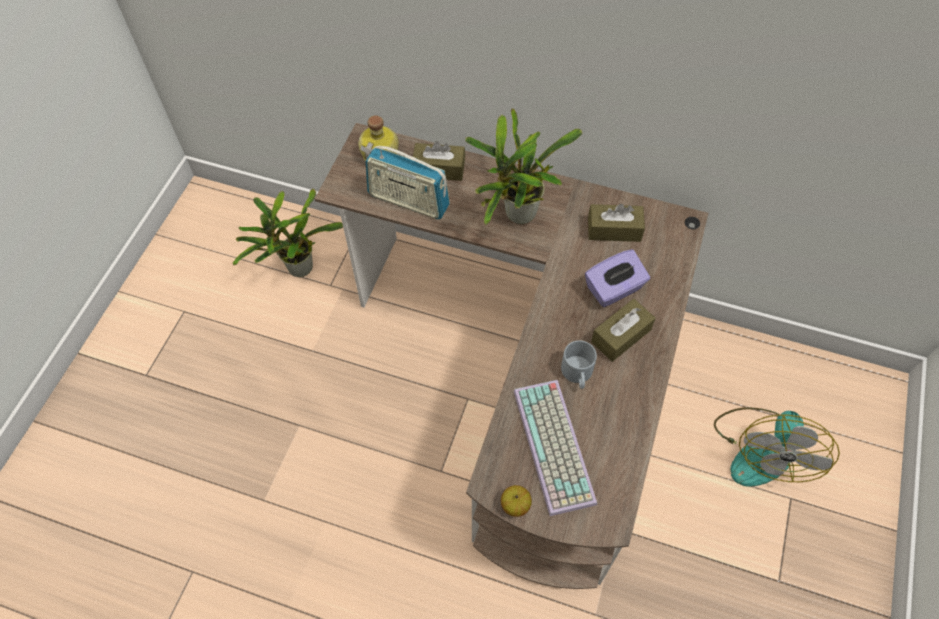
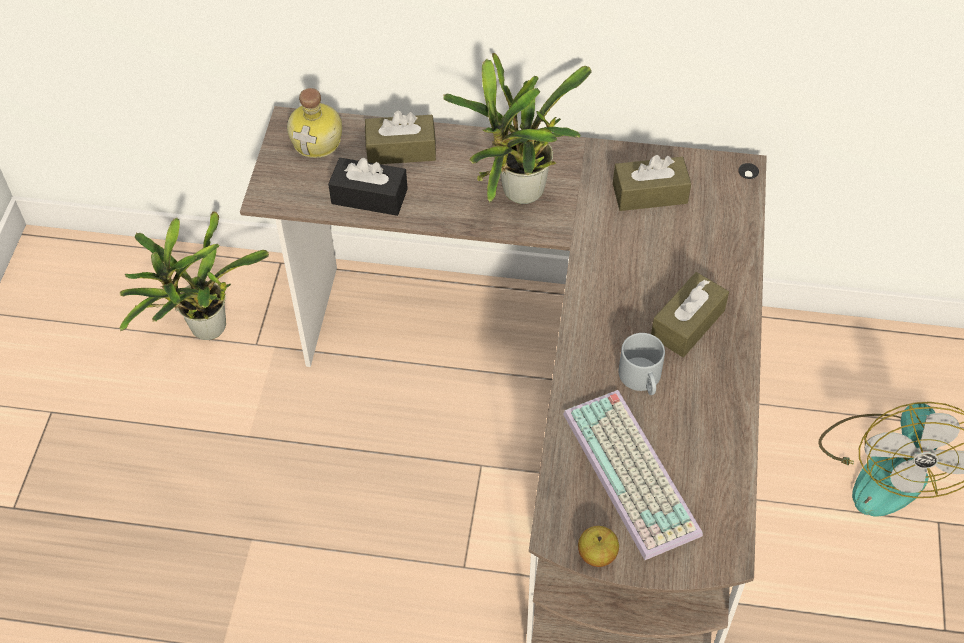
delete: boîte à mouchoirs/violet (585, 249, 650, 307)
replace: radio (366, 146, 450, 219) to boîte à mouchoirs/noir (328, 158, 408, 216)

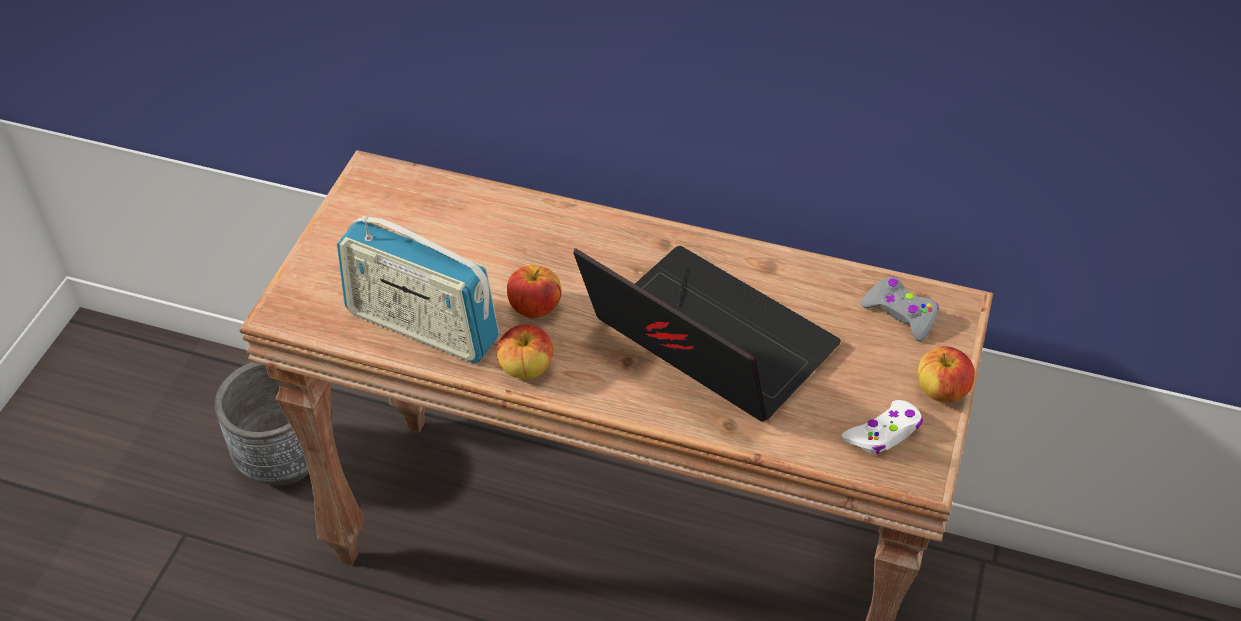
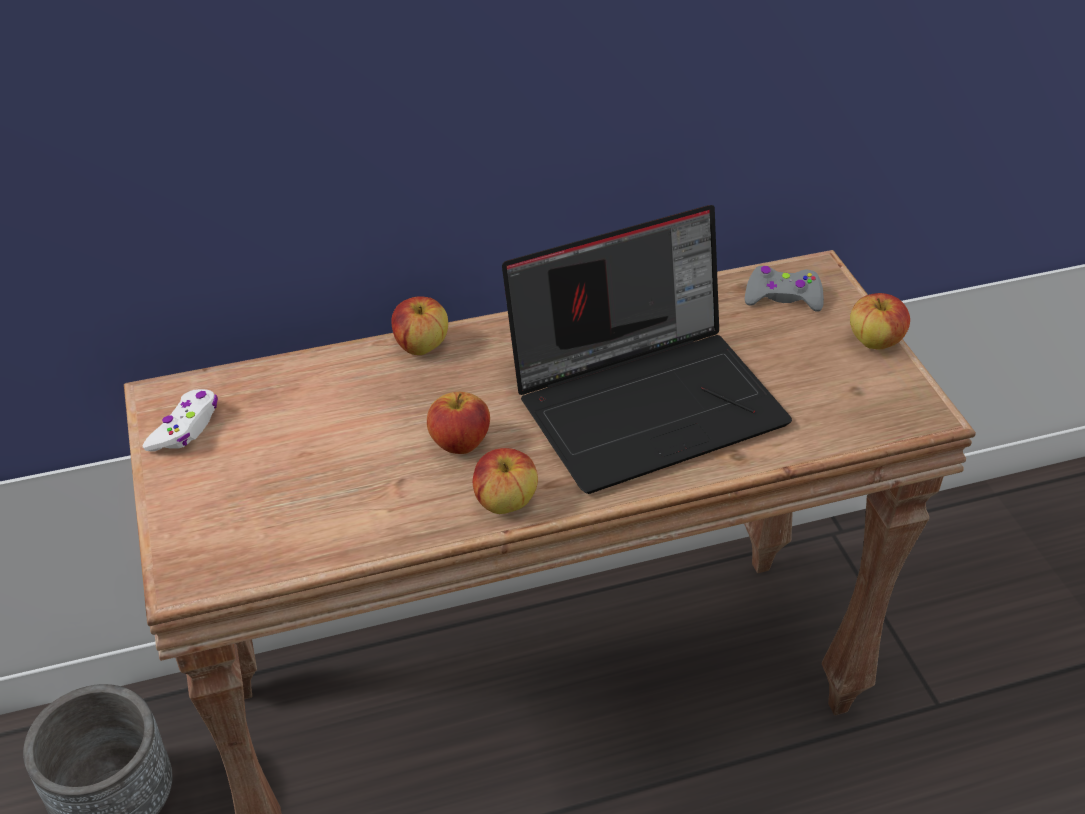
delete: radio (337, 216, 499, 363)
insert: pomme (391, 296, 448, 355)
move: manette/blanc (842, 400, 923, 454) to (143, 389, 218, 451)
rotate: ordinateur portable (573, 246, 841, 422) = (502, 205, 792, 494) 150 degrees clockwise

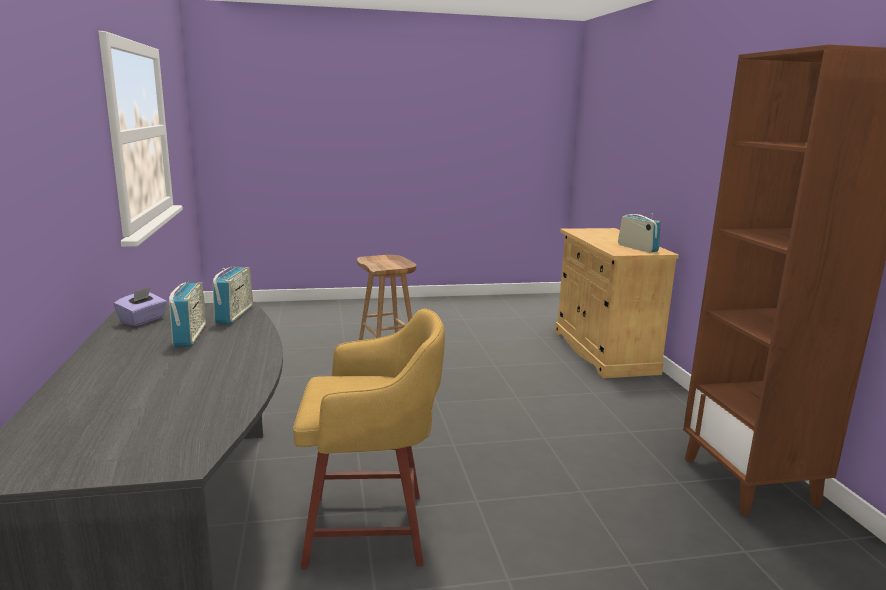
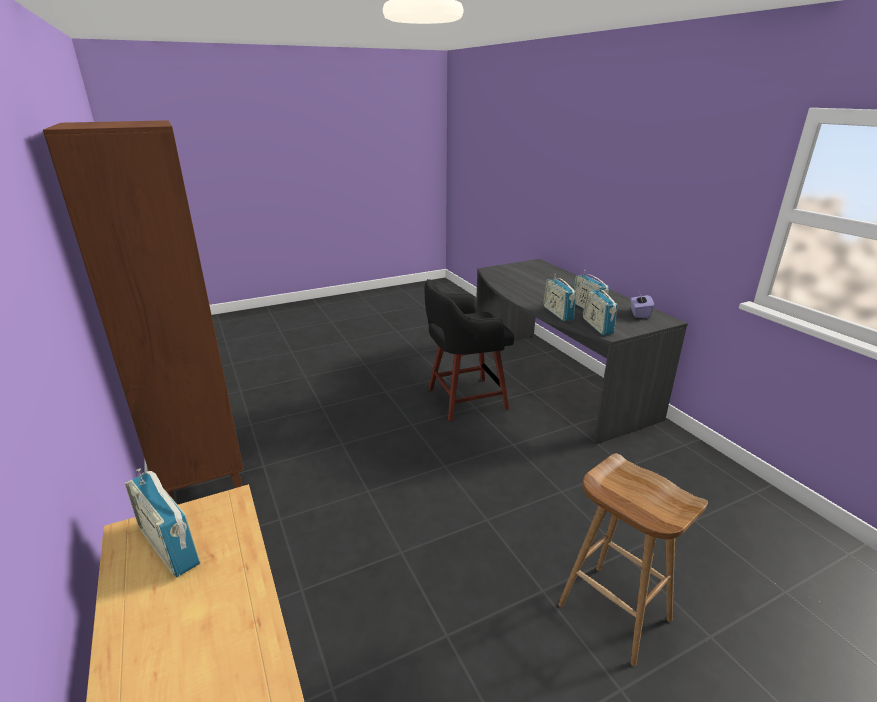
insert: radio (543, 274, 576, 321)
recolor: tabouret/jaune (293, 308, 445, 569) to tabouret/noir (425, 279, 514, 421)

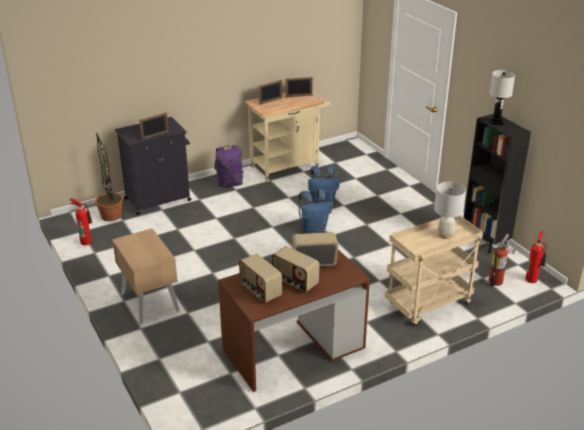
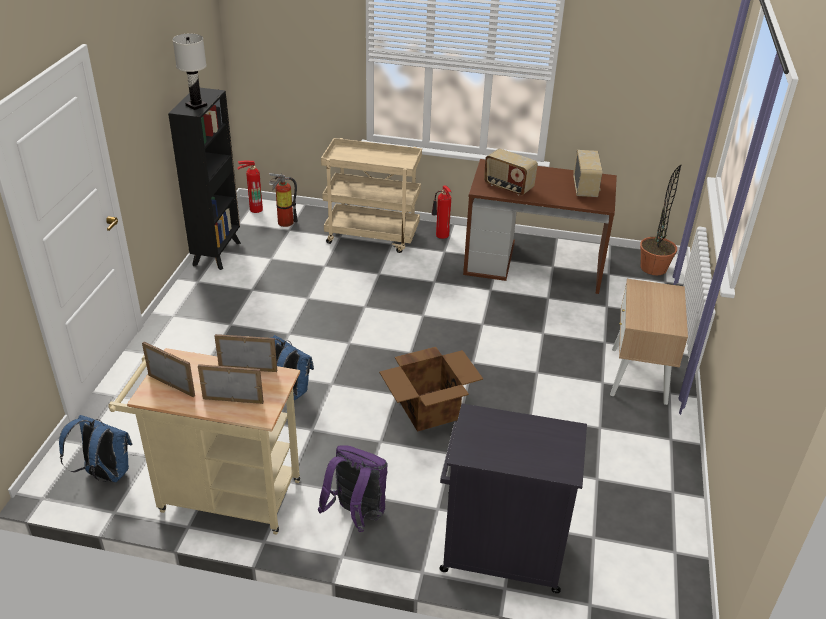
delete: lampe de table/blanc (434, 182, 466, 239); radio (272, 246, 320, 293)
insert: carton (379, 347, 483, 432)
move: cadre photo (139, 112, 169, 140) to (215, 334, 277, 372); plante en pot (95, 132, 123, 221) to (640, 164, 682, 275); sac à dos/bleu (298, 188, 333, 233) to (59, 415, 132, 482); extincteur (70, 198, 92, 245) to (432, 185, 452, 239)

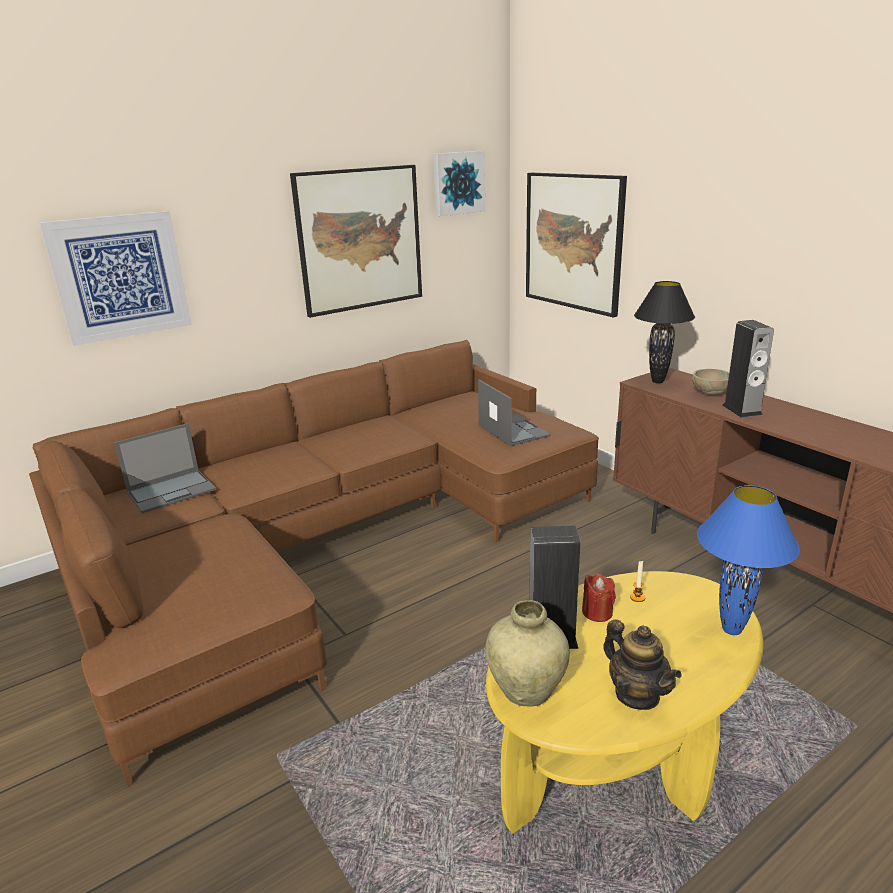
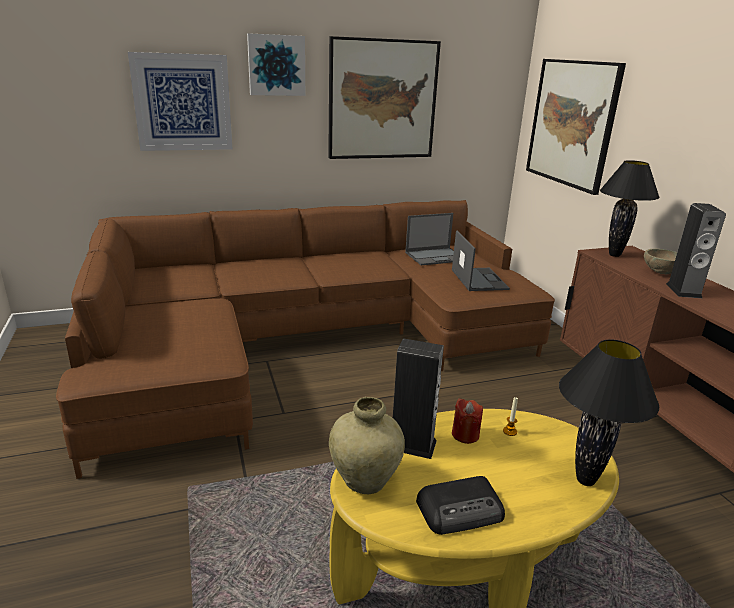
move: tableau (433, 151, 485, 216) to (247, 33, 305, 96); ordinateur portable (114, 423, 216, 513) to (405, 213, 454, 266)
replace: théière (603, 619, 682, 710) to radio (416, 476, 505, 535)
recolor: lampe de table/bleu (697, 485, 800, 635) to lampe de table/noir (559, 339, 659, 486)

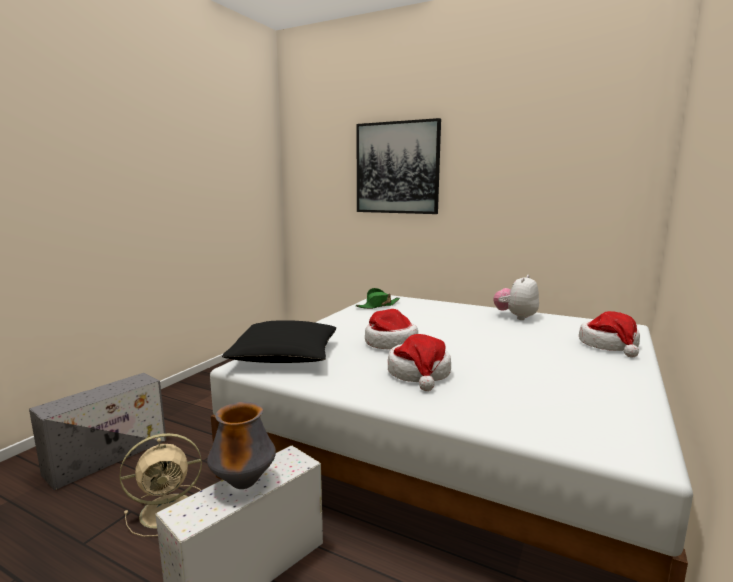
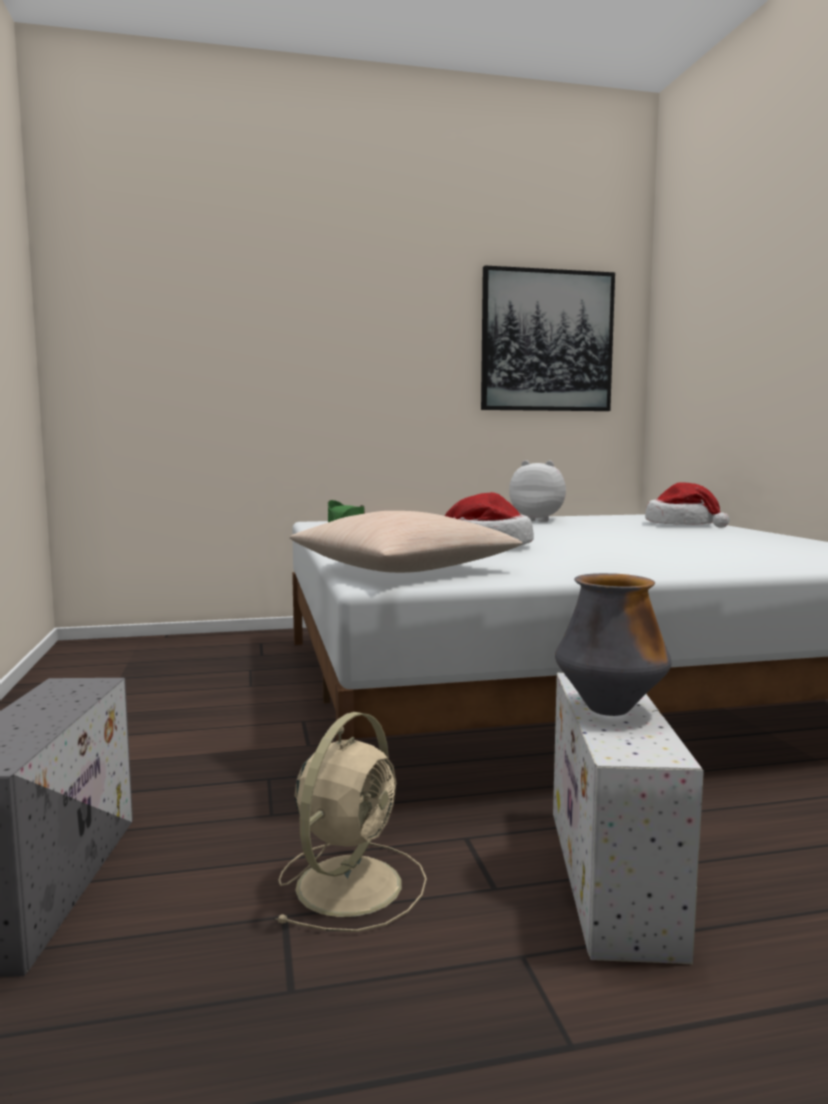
delete: chapeau (388, 334, 451, 391)
move: tableau (356, 118, 441, 214) to (481, 266, 615, 411)
recolor: coussin/noir (222, 320, 337, 363) to coussin/beige (290, 511, 523, 573)
rotate: peluche (494, 275, 539, 320) = (509, 460, 566, 522) 120 degrees clockwise

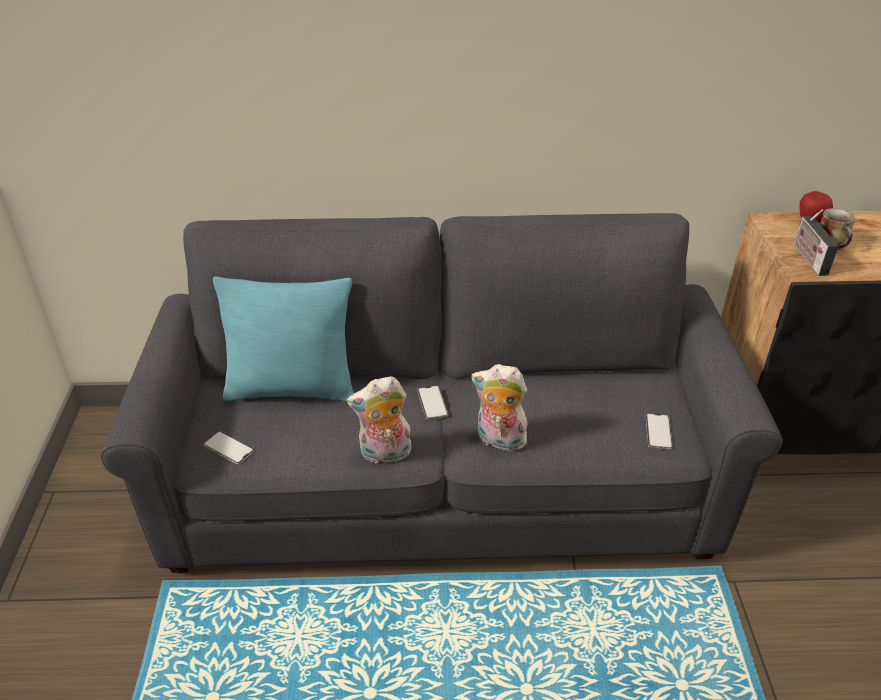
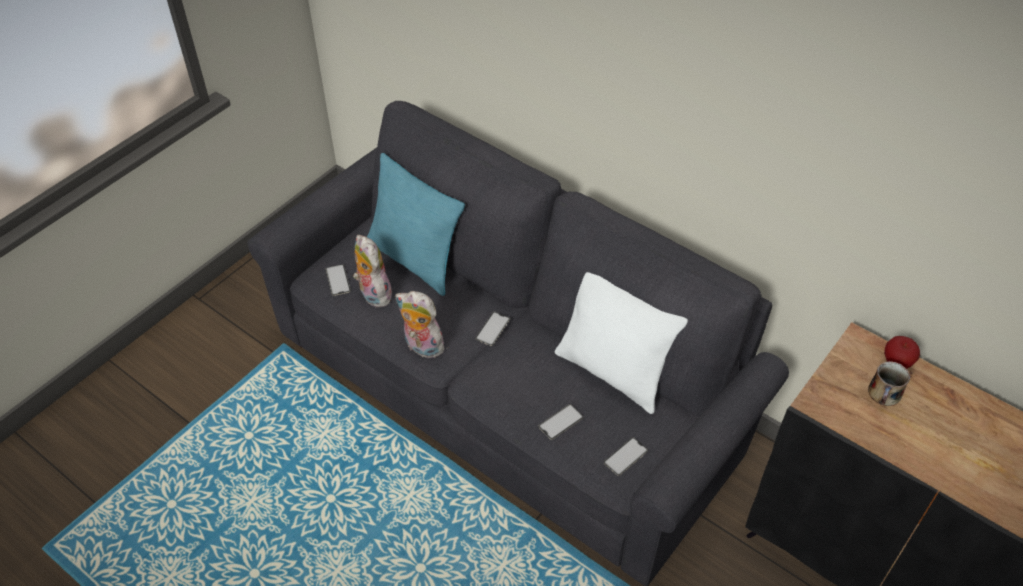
delete: radio (794, 210, 839, 276)
insert: coussin/blanc (555, 272, 688, 414); téléphone (539, 404, 583, 440)
move: peluche (471, 364, 528, 452) to (353, 235, 392, 307)

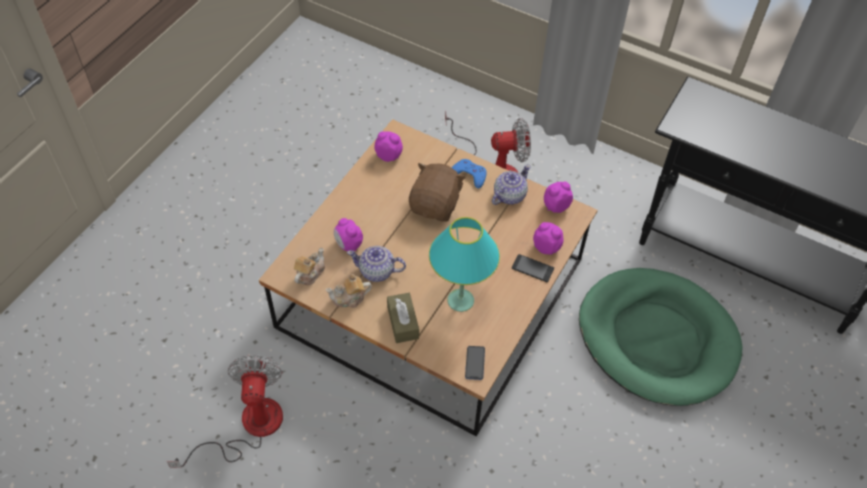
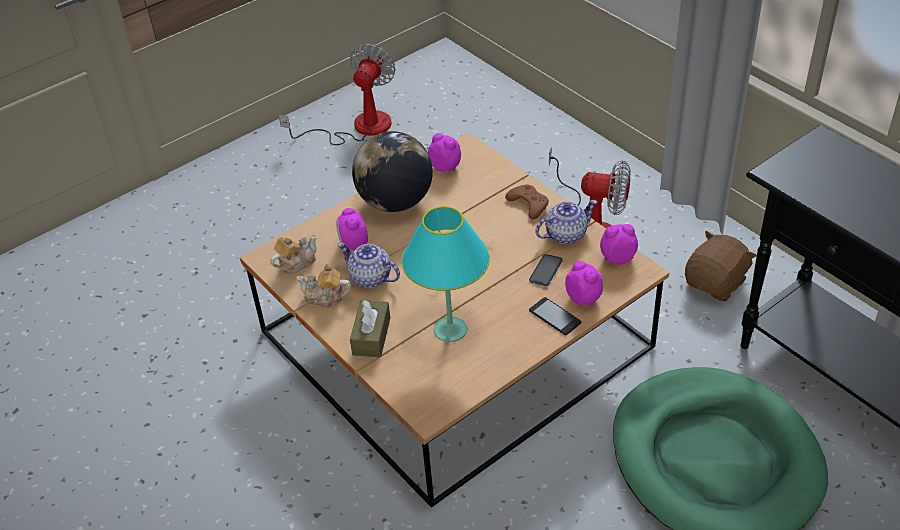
insert: globe (352, 131, 433, 212)
move: peluche/marron (409, 163, 466, 222) to (685, 230, 757, 301); téléphone (465, 346, 485, 380) to (529, 254, 563, 286); ventilateur (167, 355, 283, 468) to (279, 44, 396, 145)
recolor: manette/bleu (452, 159, 487, 188) to manette/marron (505, 185, 549, 220)

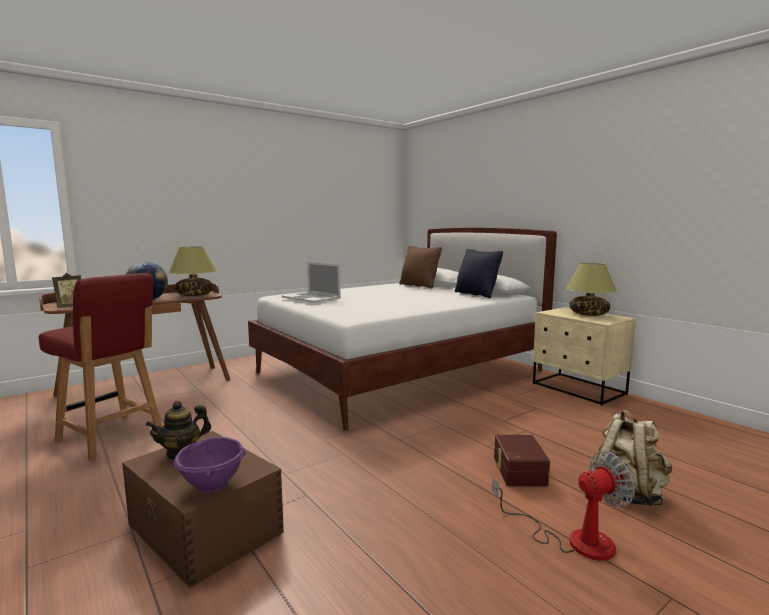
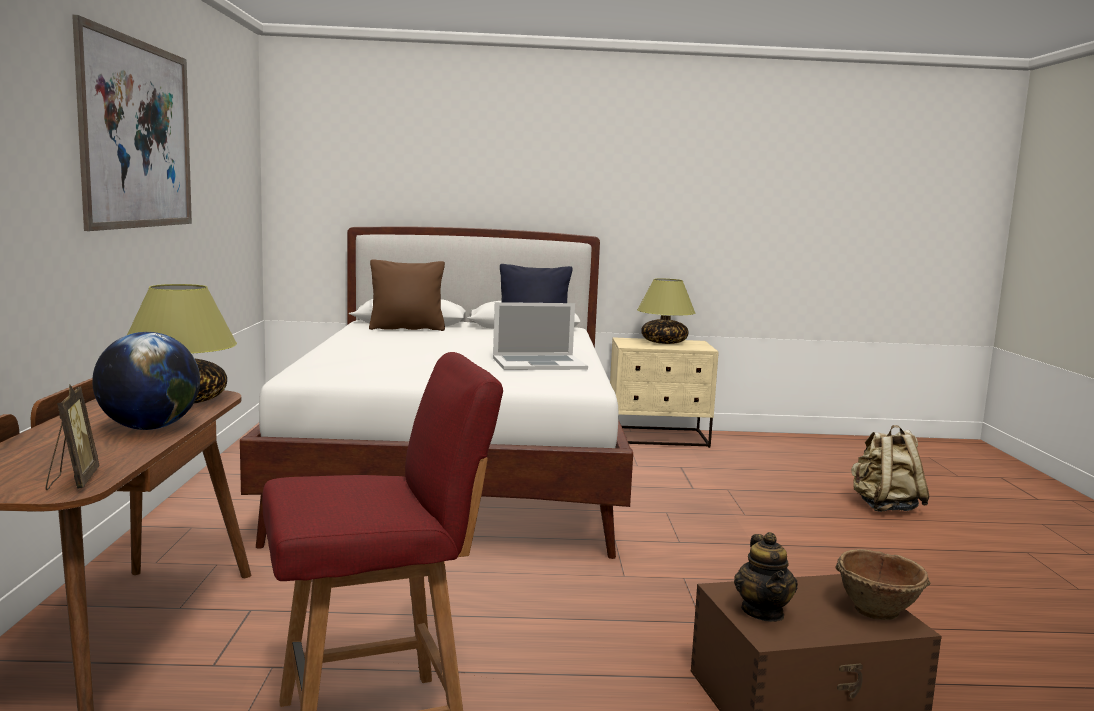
delete: boîte de rangement/marron (494, 435, 550, 486); ventilateur (492, 451, 636, 561)
insert: tableau (72, 15, 192, 231)
move: ordinateur portable (282, 262, 341, 303) to (493, 302, 588, 370)
recolor: bol/violet (174, 437, 245, 493) to bol/marron (835, 549, 931, 620)

